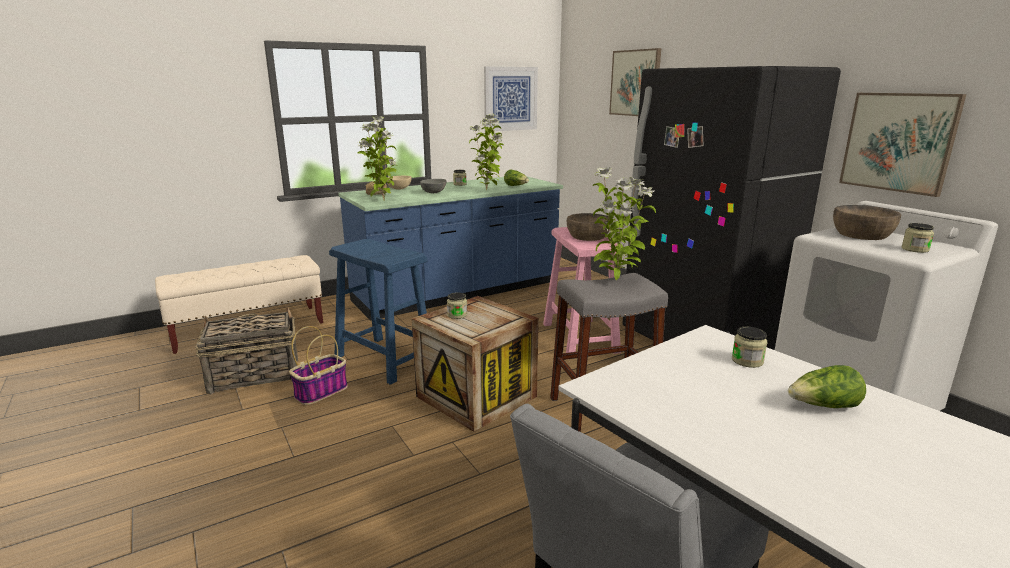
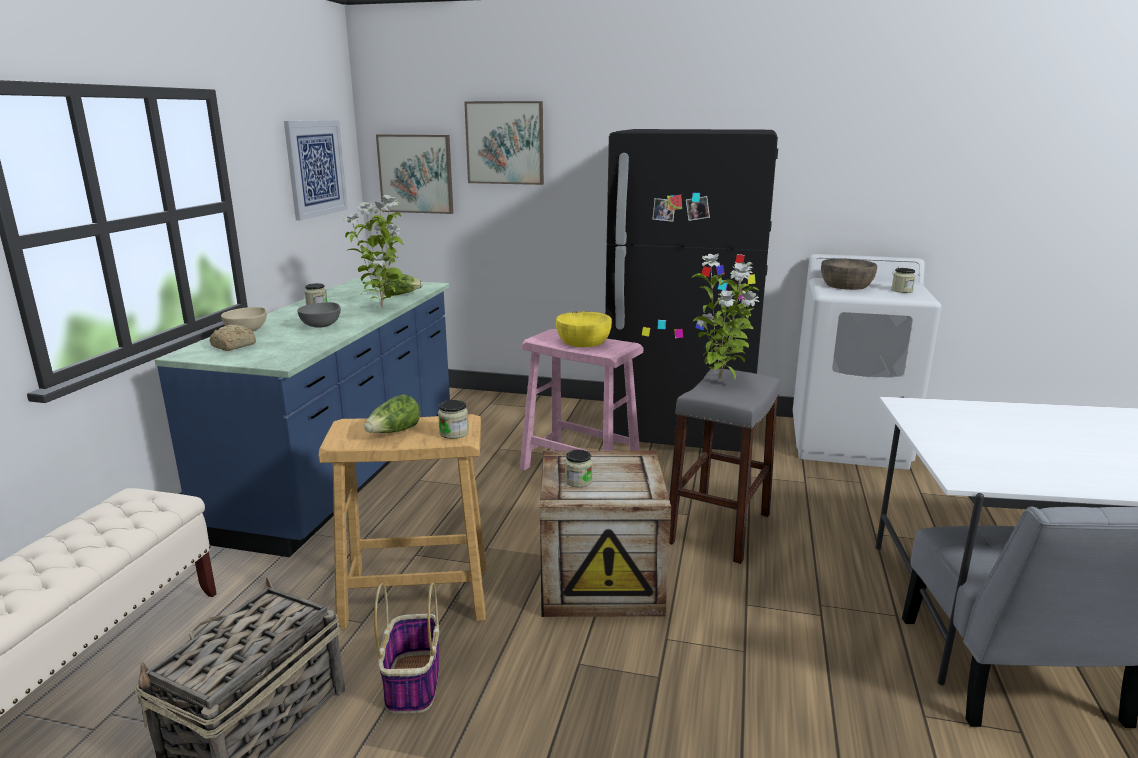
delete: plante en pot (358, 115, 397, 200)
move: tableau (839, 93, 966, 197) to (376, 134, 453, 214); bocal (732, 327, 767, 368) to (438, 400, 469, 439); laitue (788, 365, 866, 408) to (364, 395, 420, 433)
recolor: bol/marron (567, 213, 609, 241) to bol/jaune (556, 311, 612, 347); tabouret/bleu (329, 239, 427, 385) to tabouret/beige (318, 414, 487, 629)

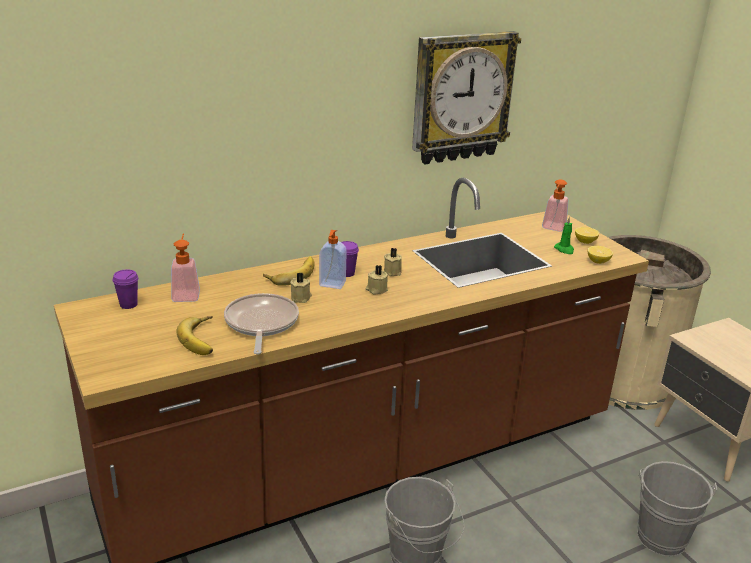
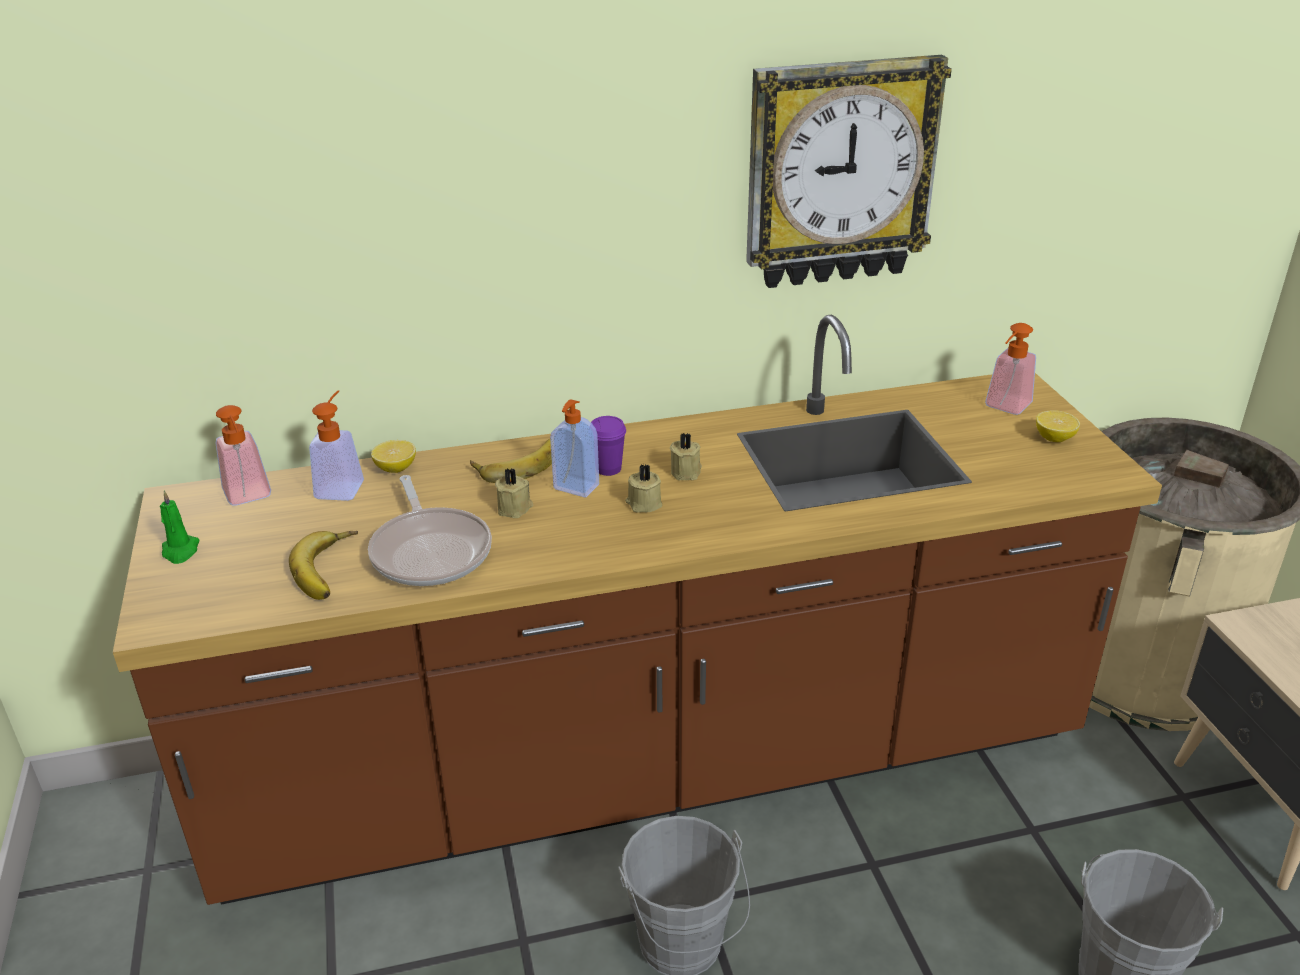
move: bougie/vert (554, 216, 574, 254) to (160, 491, 199, 564); citron (587, 246, 613, 264) to (371, 440, 416, 473)
replace: tasse/violet (113, 269, 139, 309) to distributeur de savon (216, 405, 271, 506)
rotate: poêle (224, 293, 299, 355) = (368, 475, 492, 586) 150 degrees clockwise

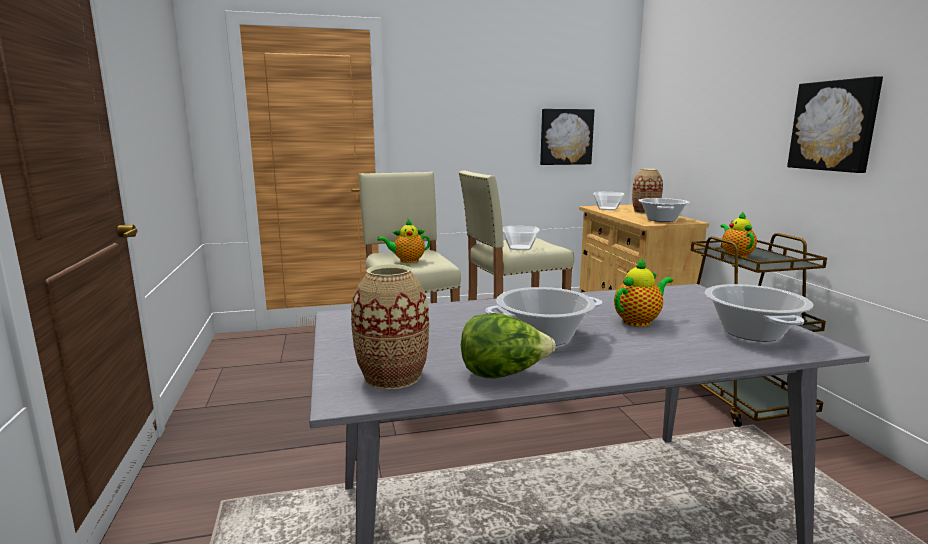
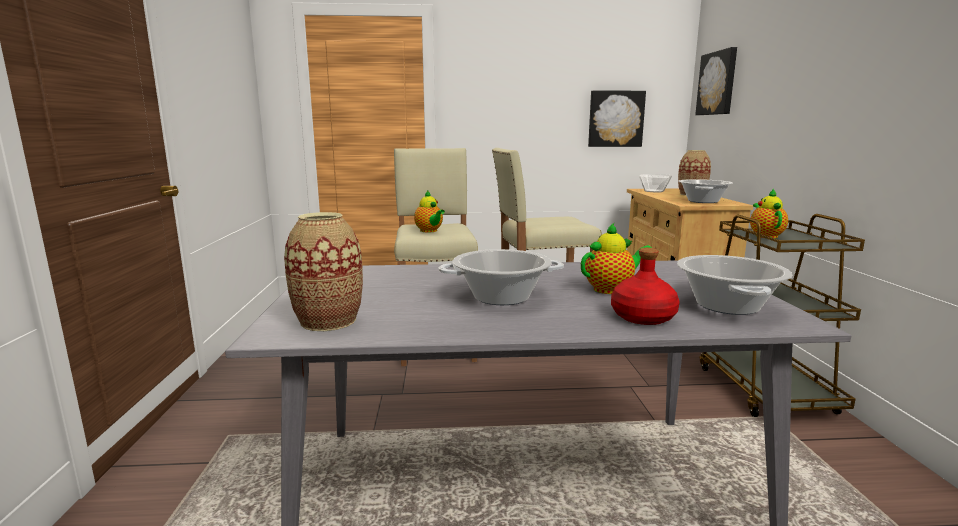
delete: bol (503, 226, 540, 250); laitue (460, 313, 556, 378)
insert: bouteille/rouge (611, 248, 680, 325)
move: tableau (787, 76, 883, 173) to (695, 47, 737, 115)
rotate: théière (377, 218, 430, 263) = (414, 191, 445, 232) 120 degrees counterclockwise

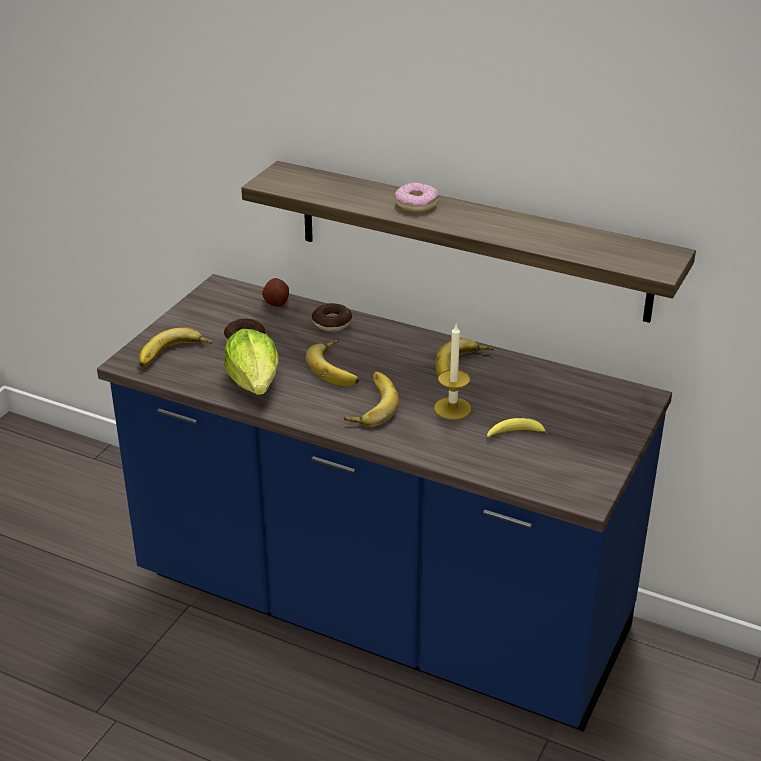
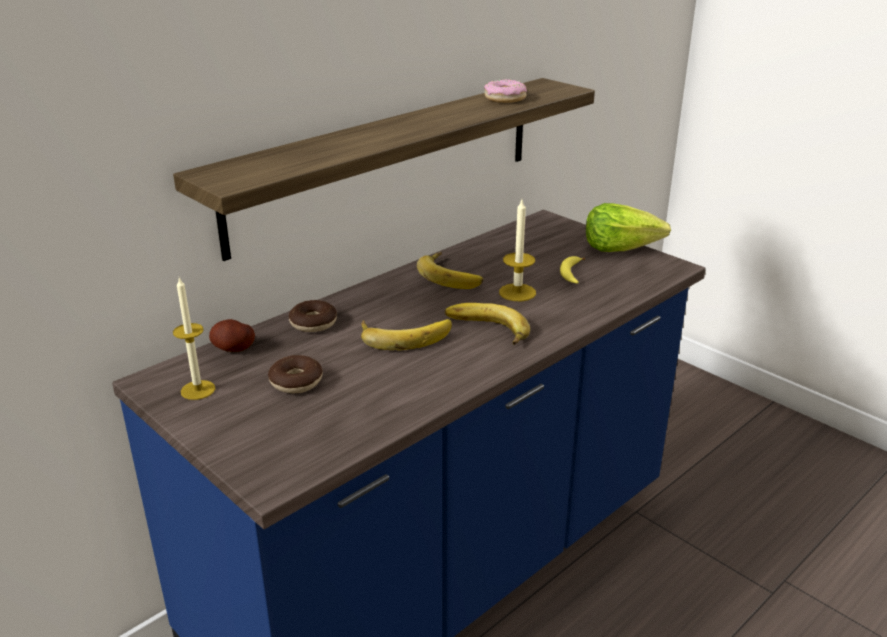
delete: banane (139, 328, 212, 367)
insert: bougie (173, 277, 215, 400)
move: beignet (395, 183, 438, 212) to (484, 79, 527, 103); laitue (224, 329, 279, 395) to (586, 203, 671, 252)

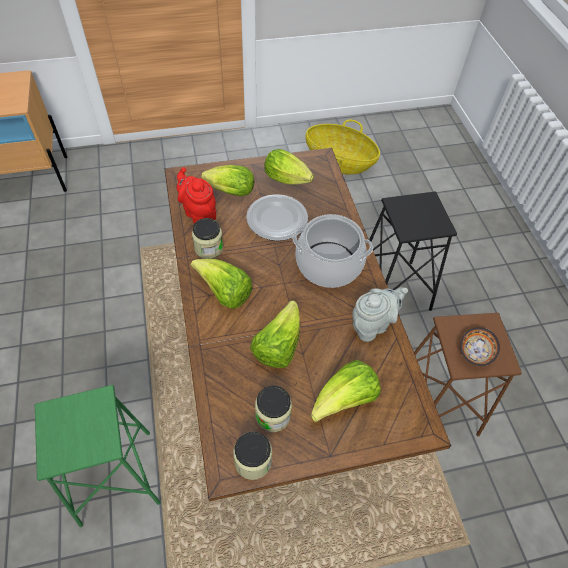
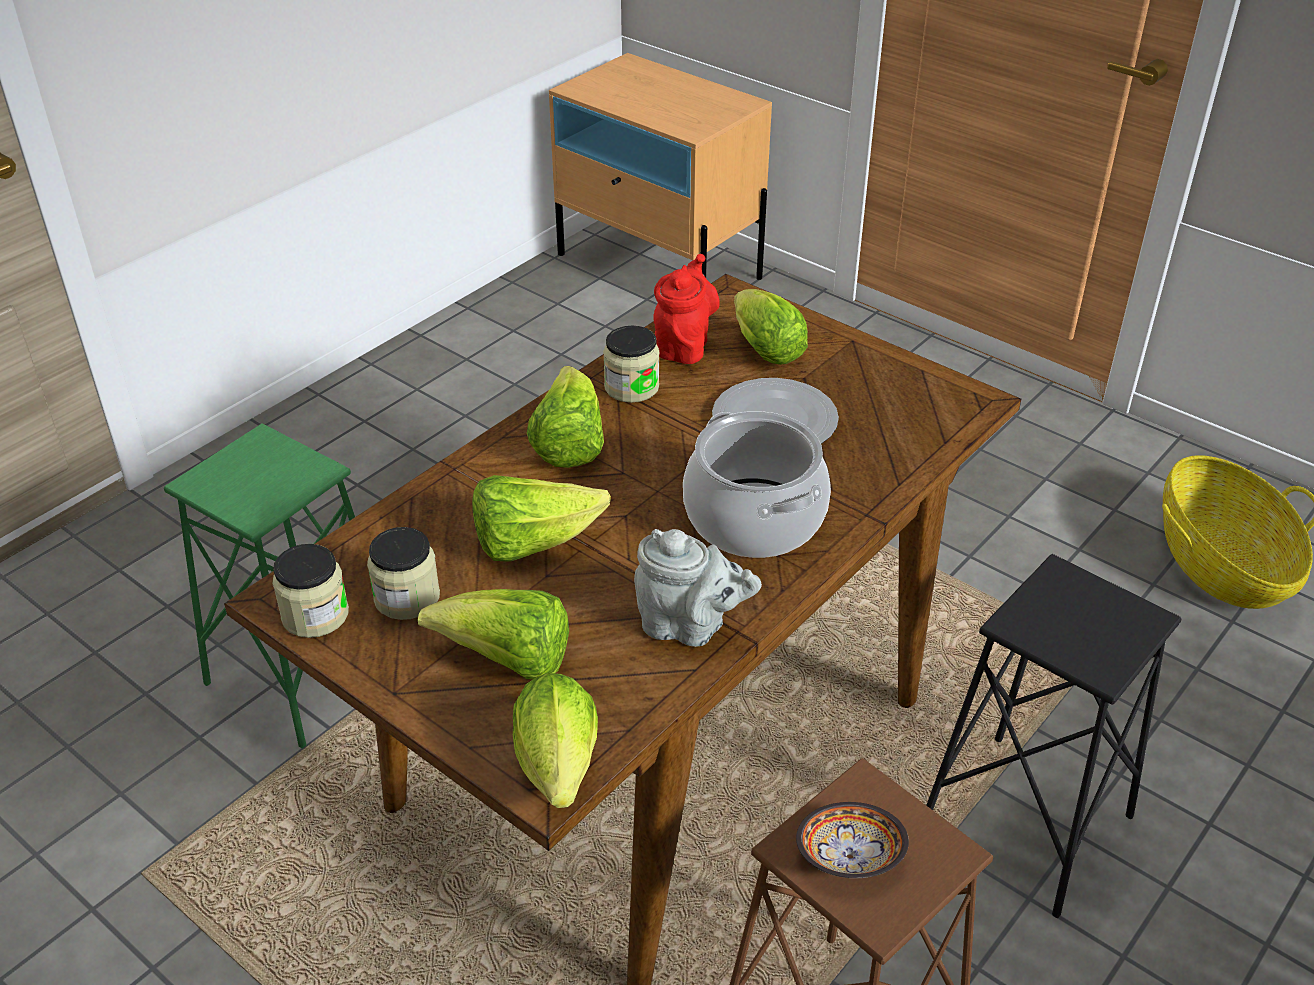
move: laitue (264, 149, 314, 185) to (513, 673, 598, 808)

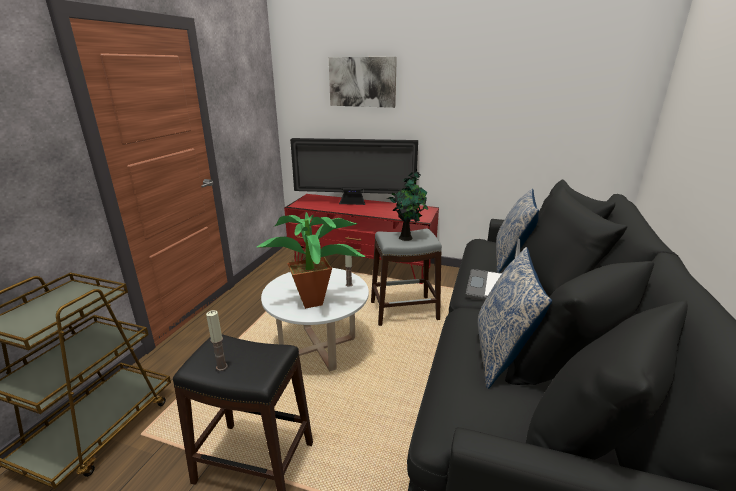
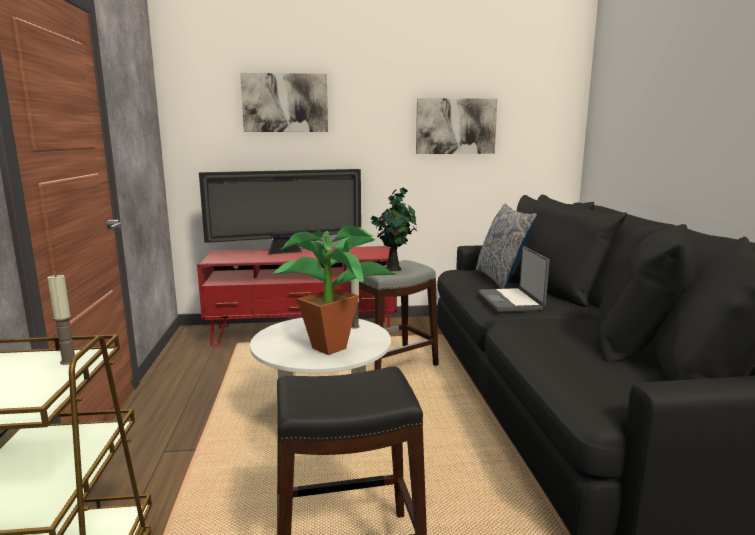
delete: coussin (478, 247, 552, 389)
insert: tableau (416, 98, 497, 154)
move: bougie (206, 310, 228, 371) to (47, 274, 75, 365)

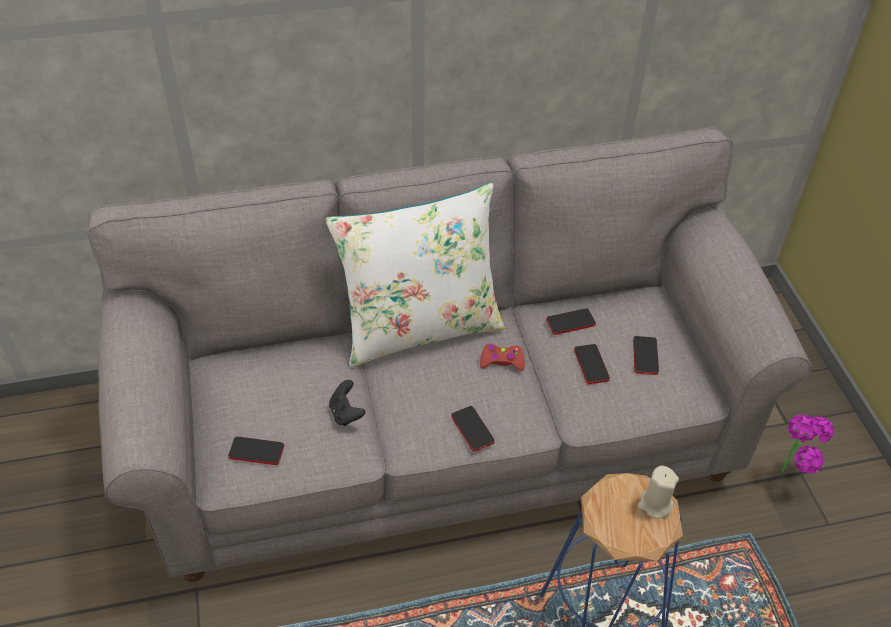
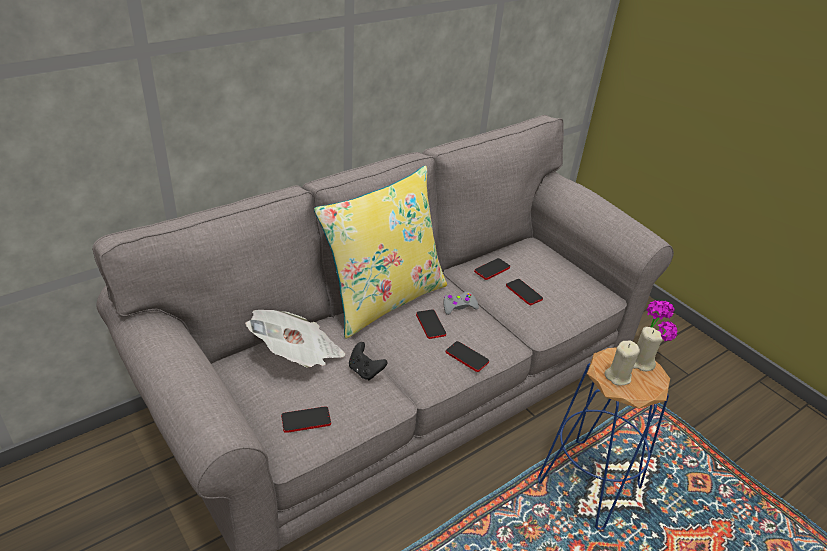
insert: journal (245, 310, 345, 368); bougie/beige (604, 340, 640, 386)
move: téléphone (633, 336, 659, 375) to (416, 309, 446, 339)
recolor: coussin/blanc (325, 183, 505, 367) to coussin/jaune (314, 166, 447, 339); manette/rouge (480, 344, 525, 371) to manette/gris (444, 292, 479, 315)

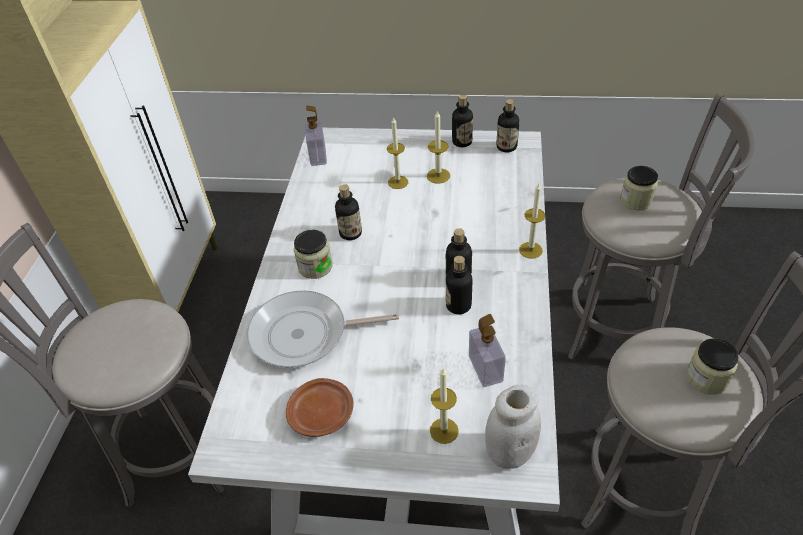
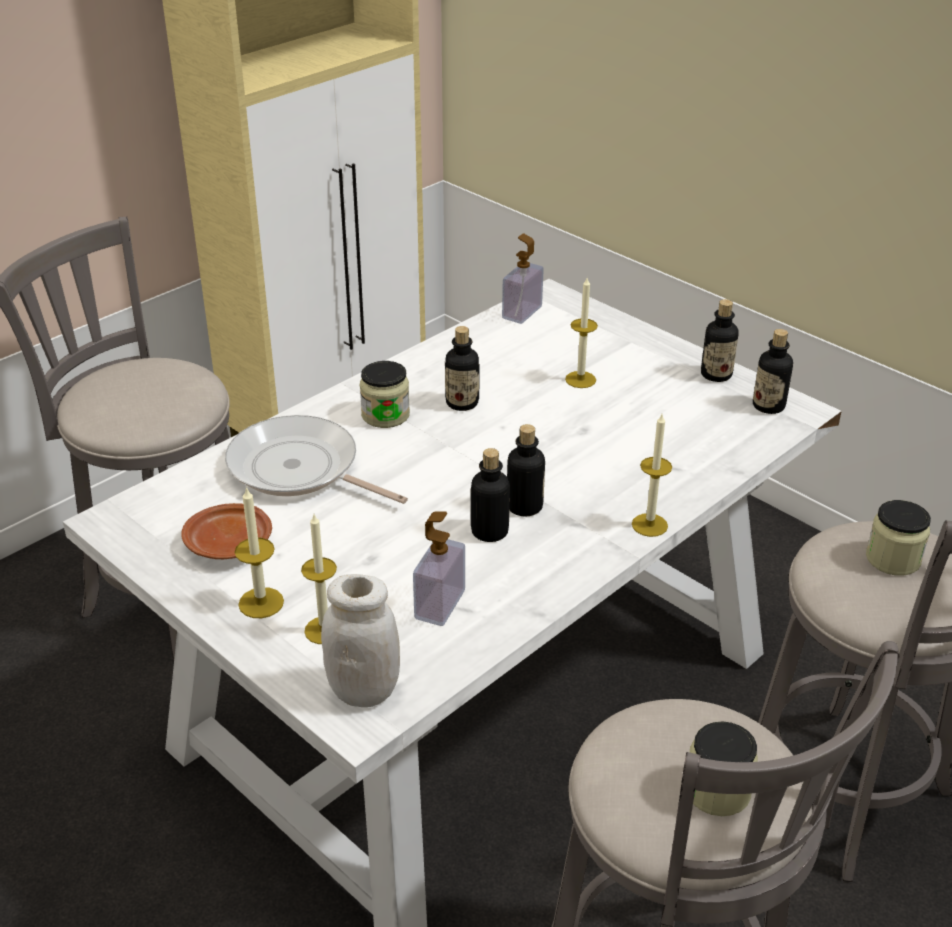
move: bougie (427, 111, 450, 184) to (235, 486, 284, 618)

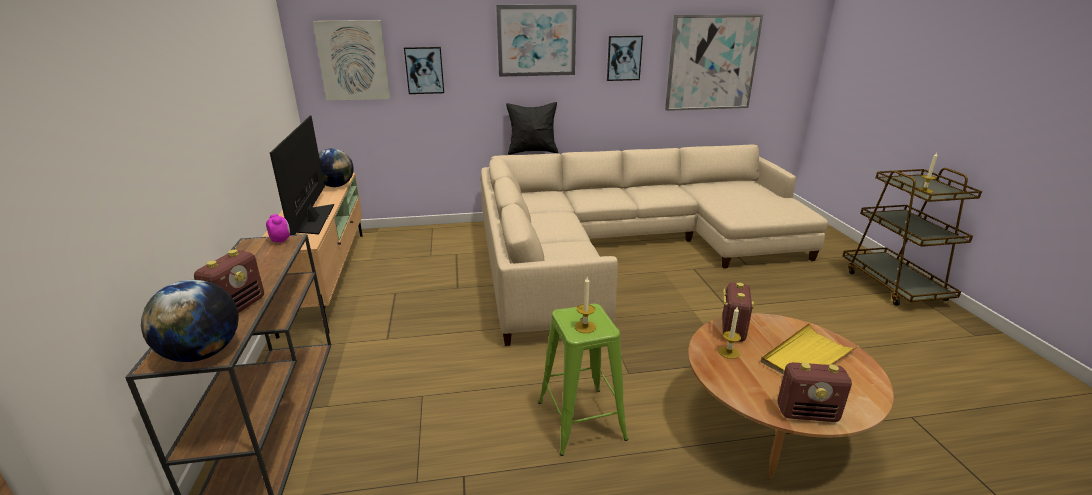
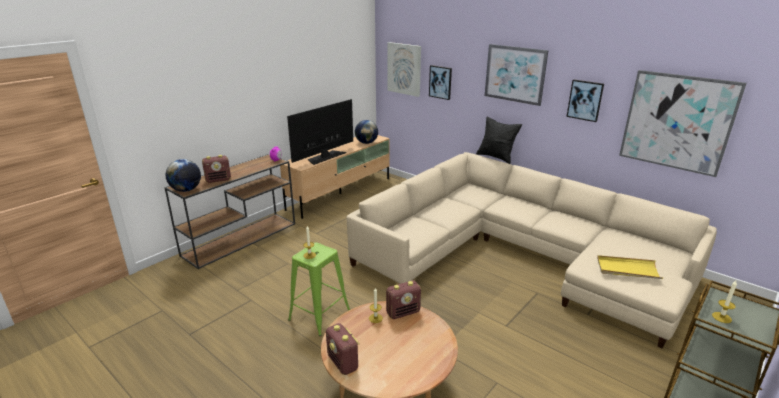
move: plateau/jaune (761, 323, 859, 374) to (597, 255, 663, 279)

